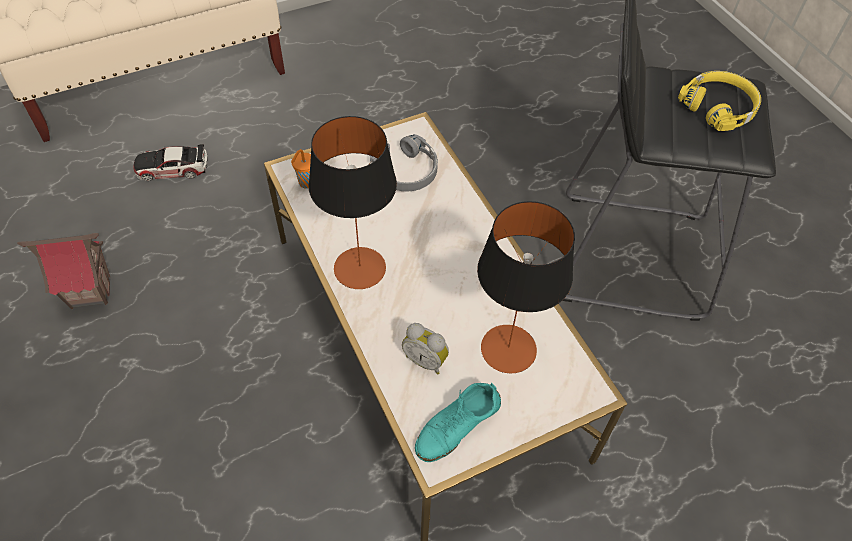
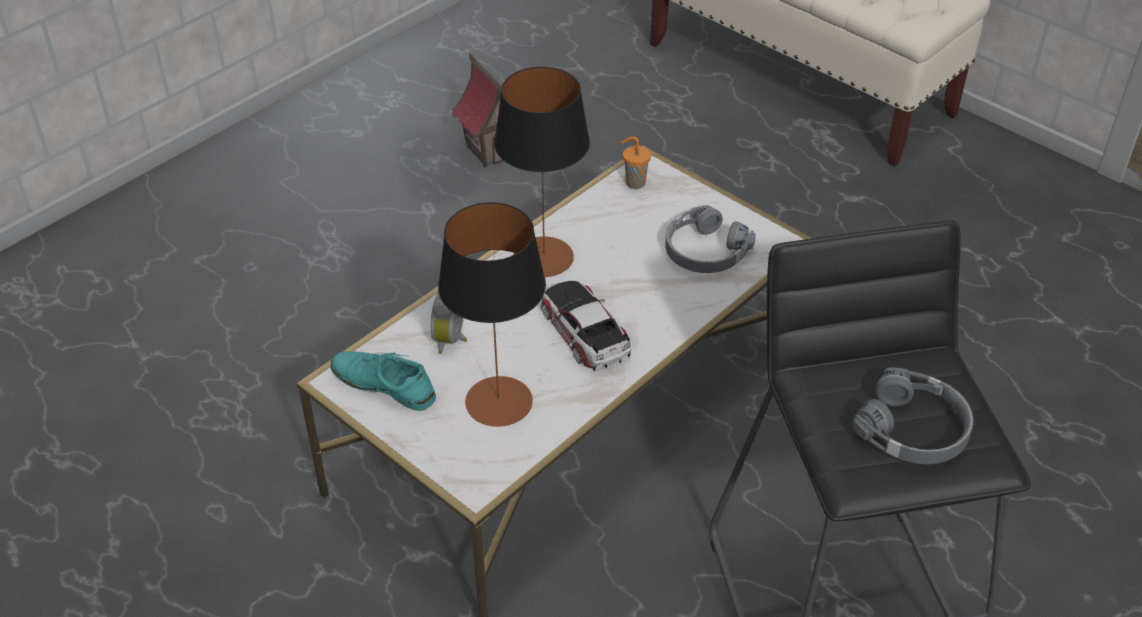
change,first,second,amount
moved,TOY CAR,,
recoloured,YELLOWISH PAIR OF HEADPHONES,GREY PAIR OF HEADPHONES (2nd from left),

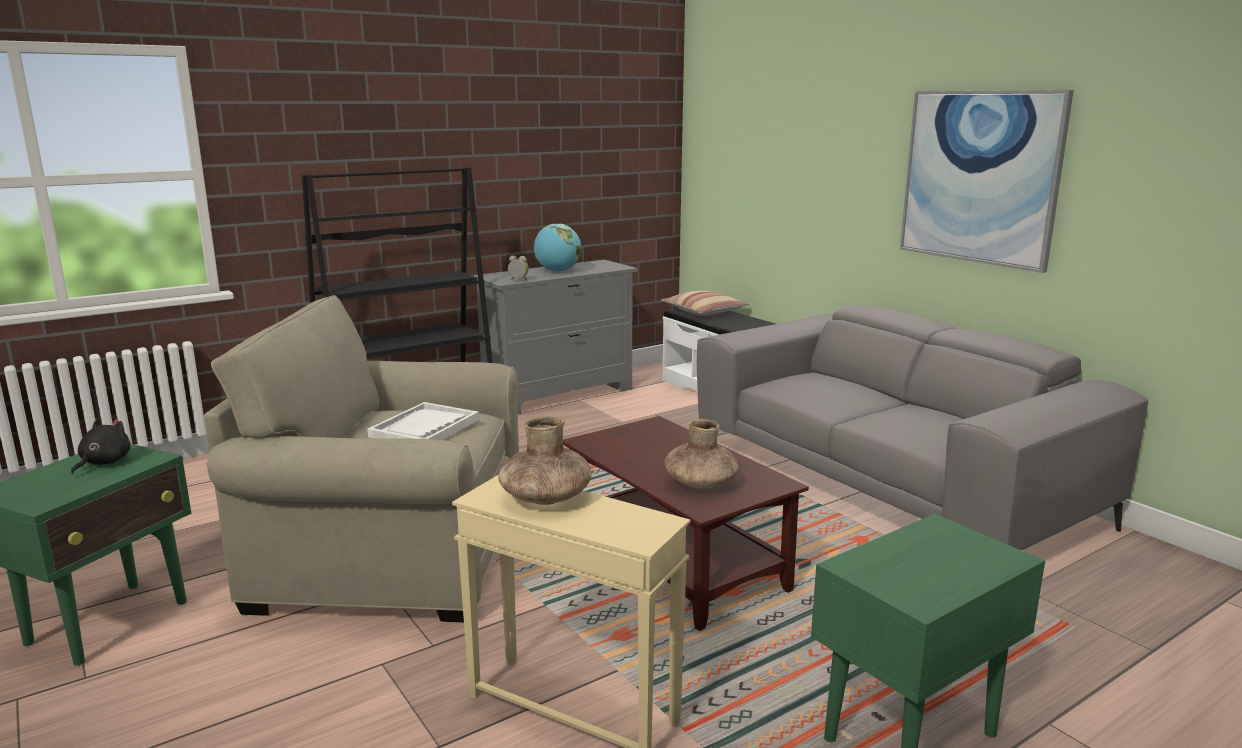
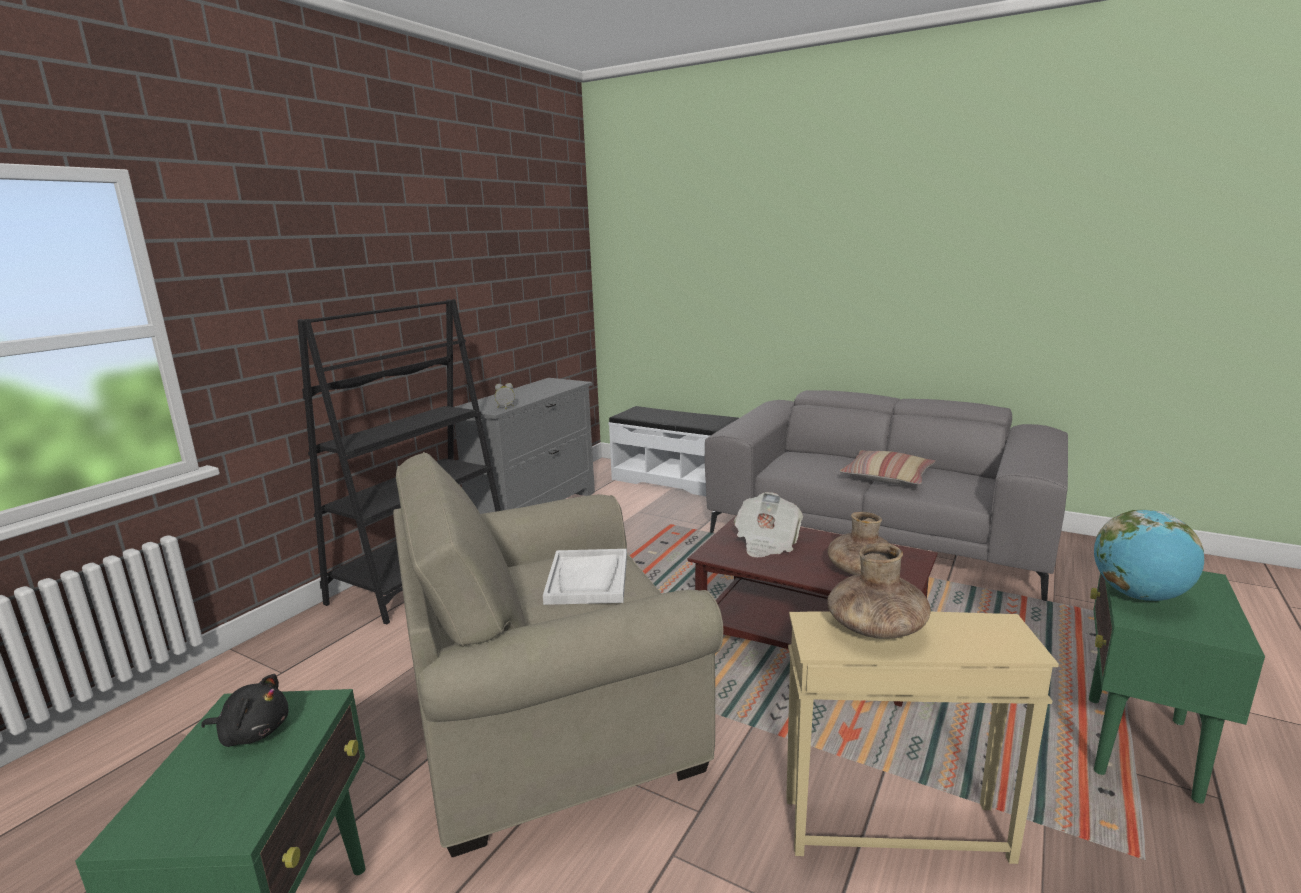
change,first,second,amount
turned,BLACK CUDDLY TOY,,105 degrees clockwise
added,,DAILY PAPER,
moved,THROW PILLOW,,
moved,GLOBE,,
removed,WALL PICTURE,,

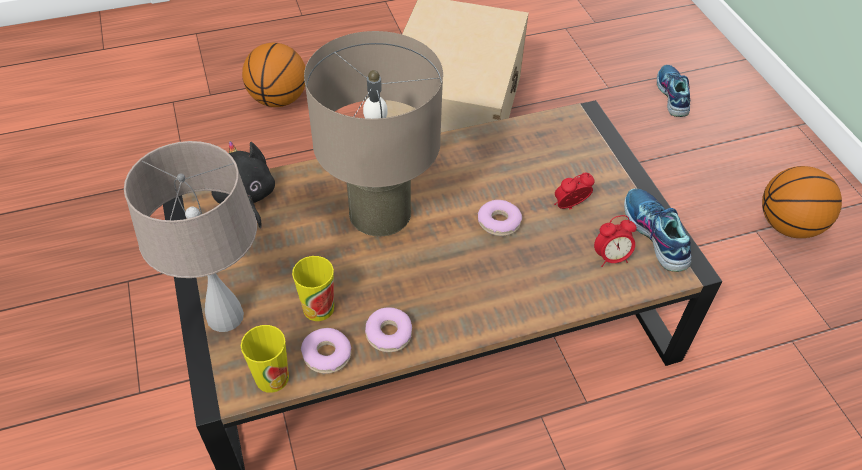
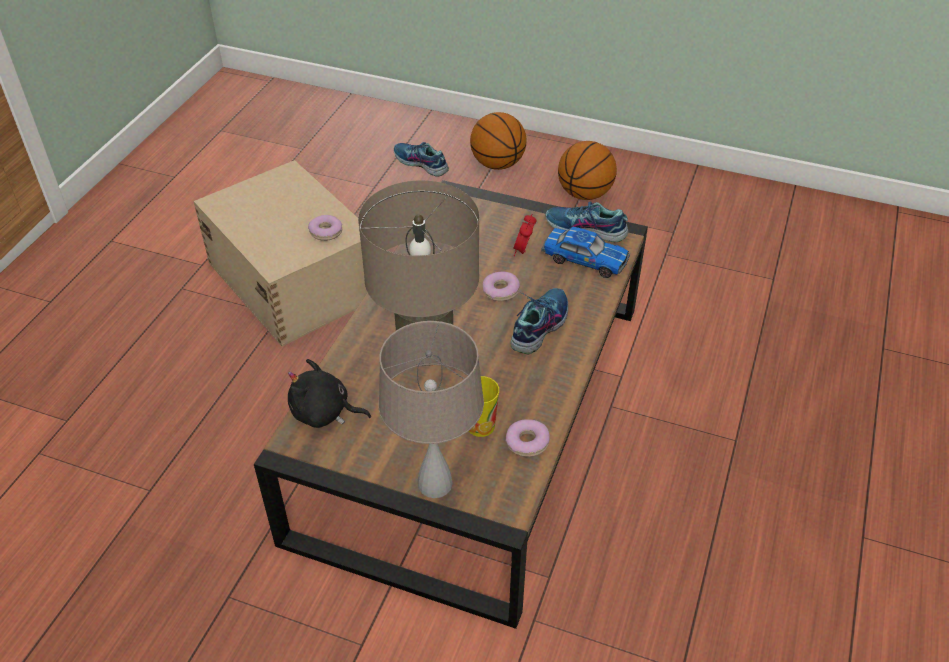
change,first,second,amount
moved,DONUT (2nd from left in the first image),DONUT (1st from left),
moved,BASKETBALL BALL (1st from left),,
added,,SHOE (2nd from left),
replaced,ALARM CLOCK (2nd from left),TOY CAR,
removed,DRINKING CUP (1st from left),,

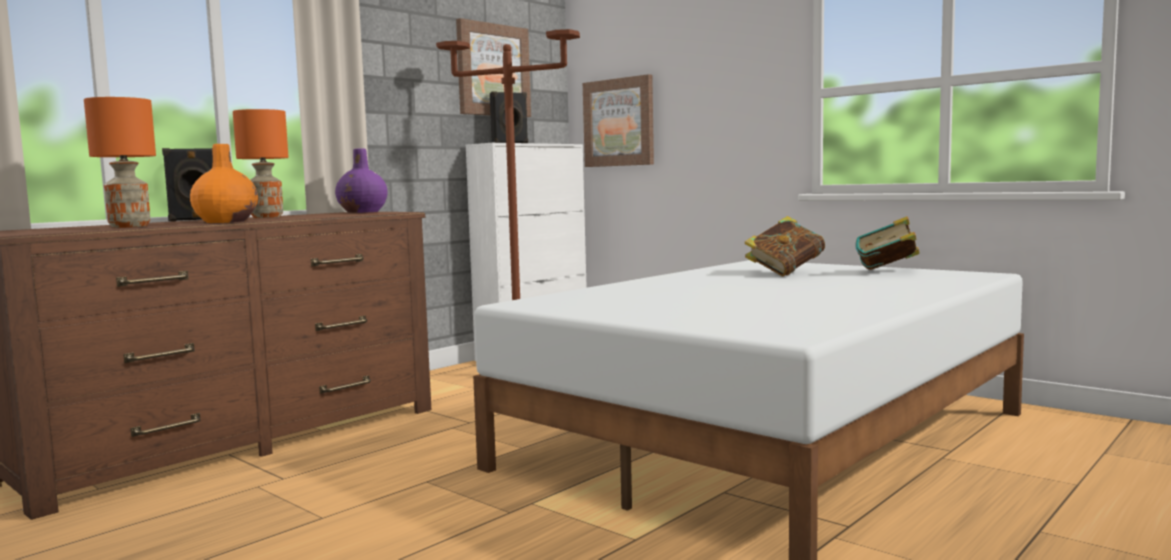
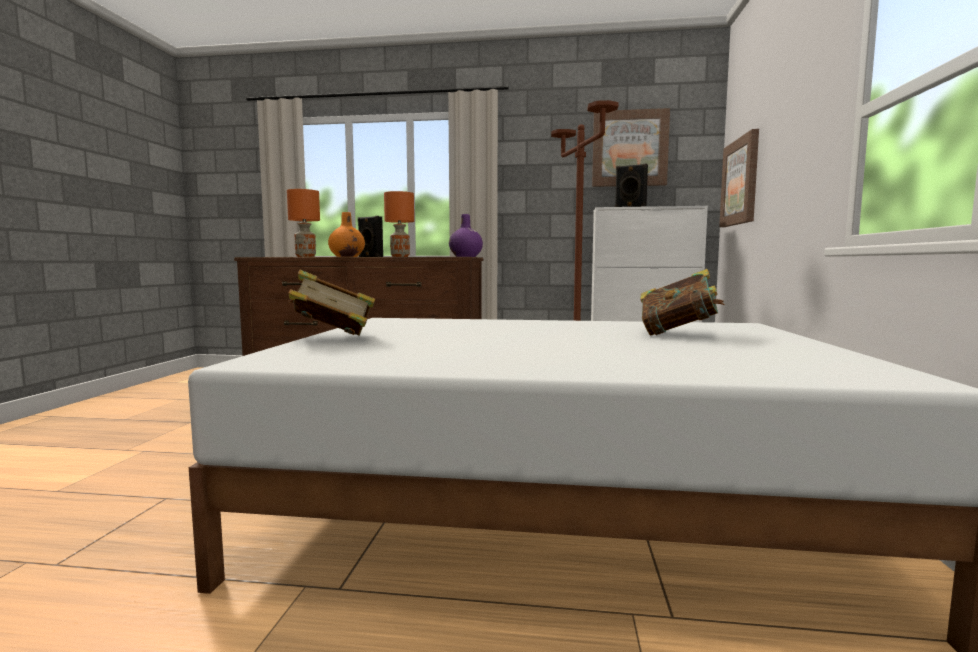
change,first,second,amount
moved,BOUND BOOK (2nd from left in the first image),BOUND BOOK (1st from left),

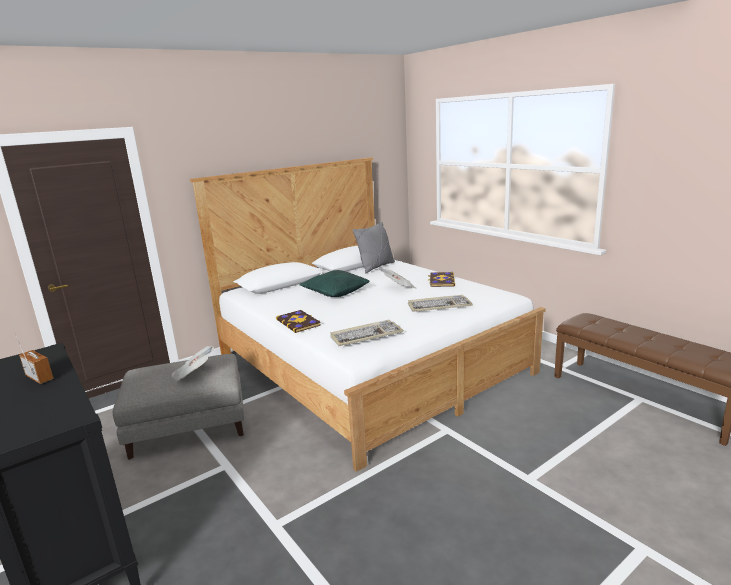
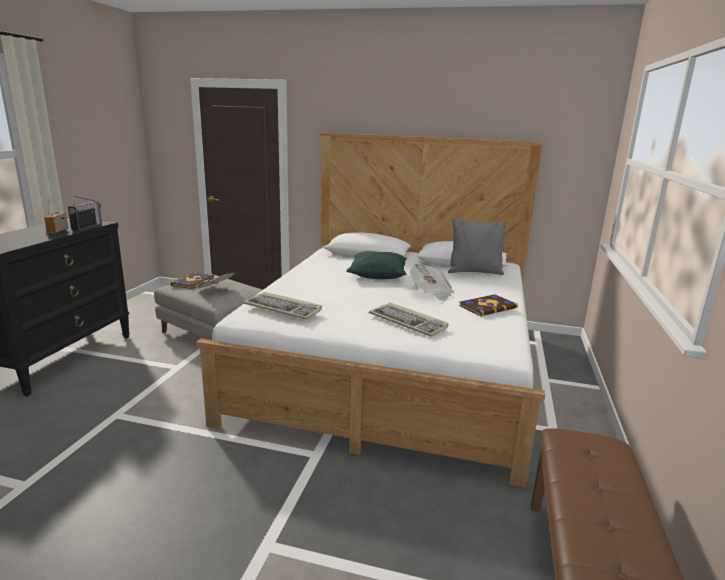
change,first,second,amount
added,,RADIO RECEIVER (2nd from left),
moved,BOUND BOOK (1st from left),,

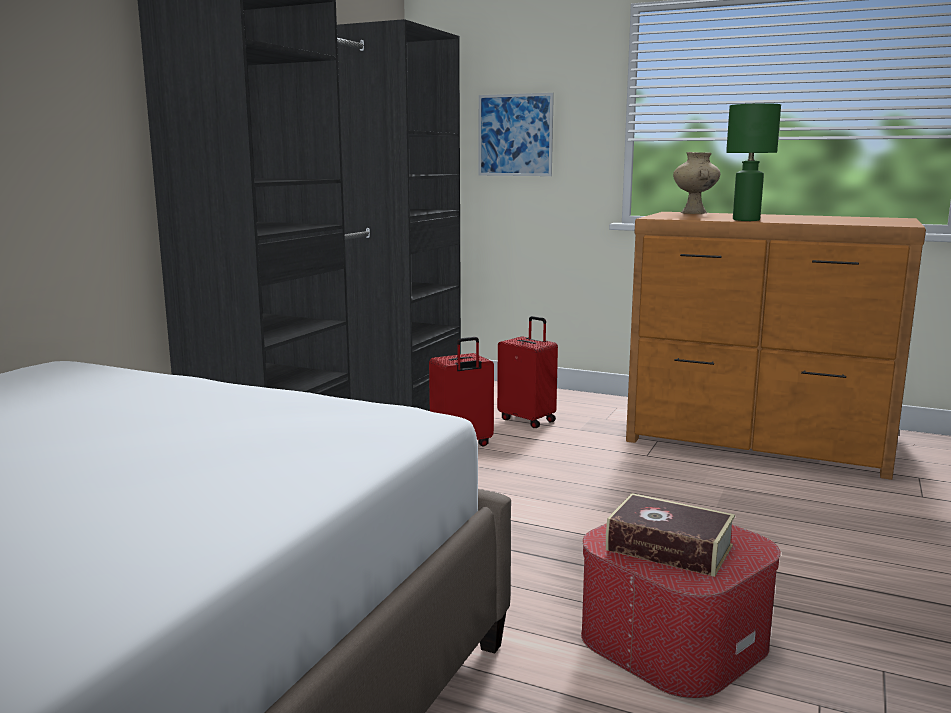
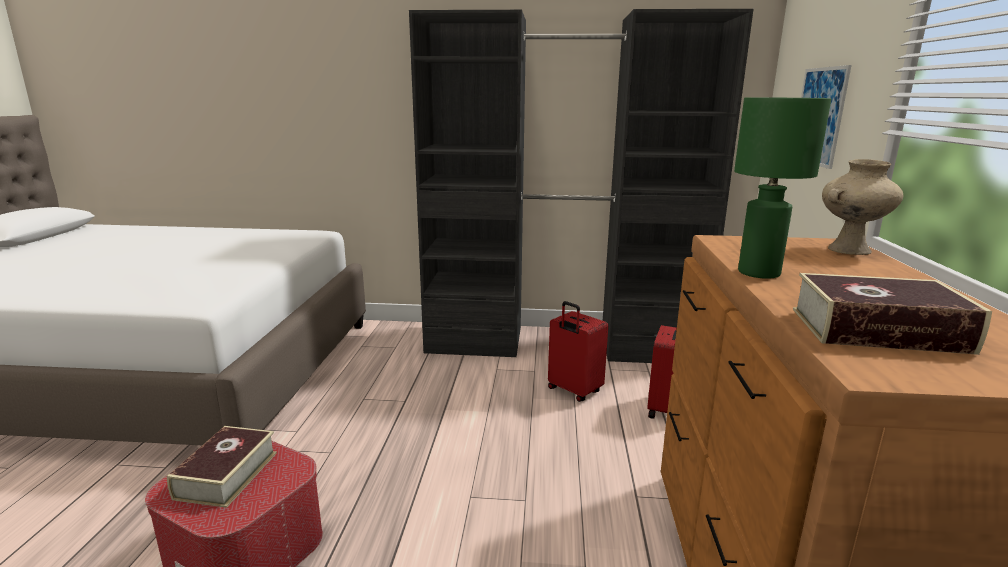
change,first,second,amount
added,,BOUND BOOK (2nd from left),

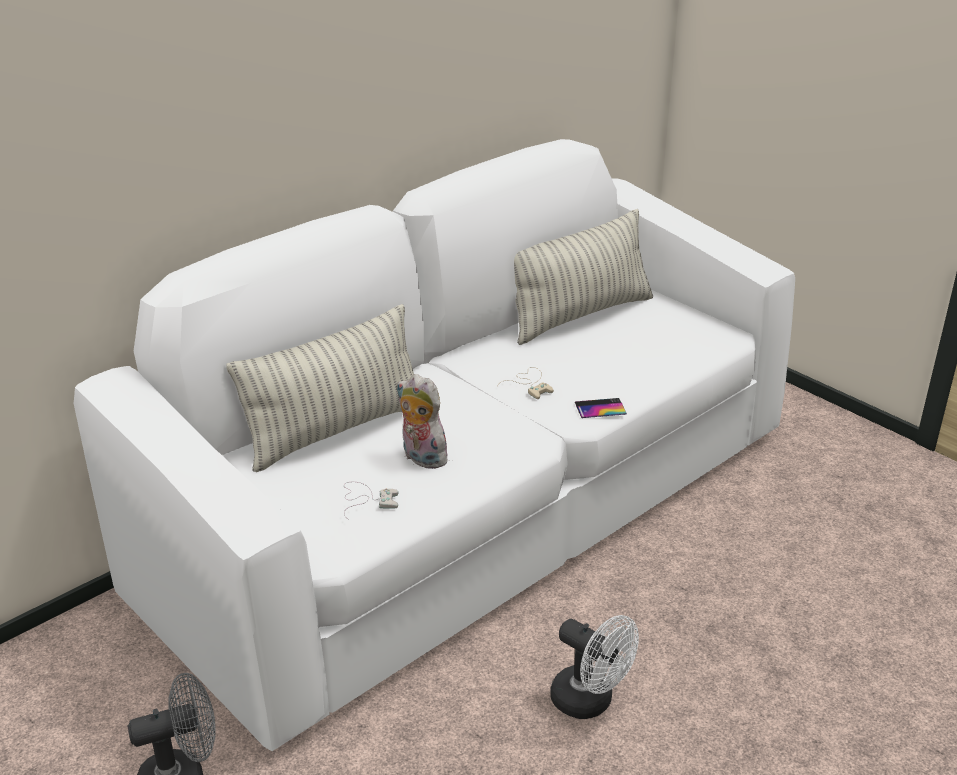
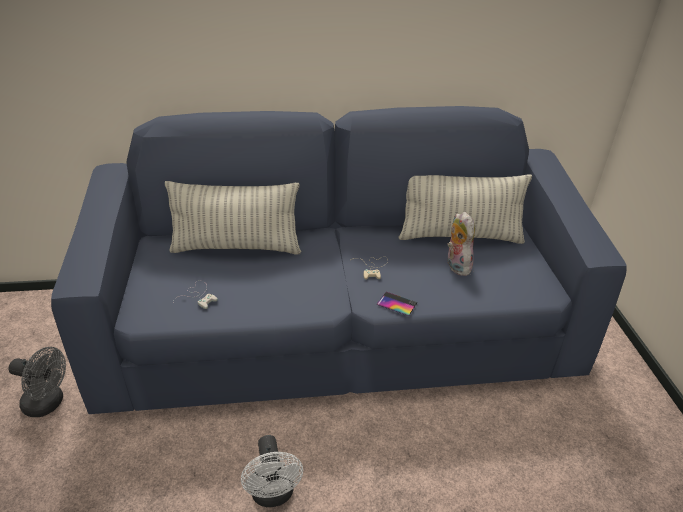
change,first,second,amount
recoloured,WHITE SETTEE,BLUE SETTEE,
moved,CUDDLY TOY,,

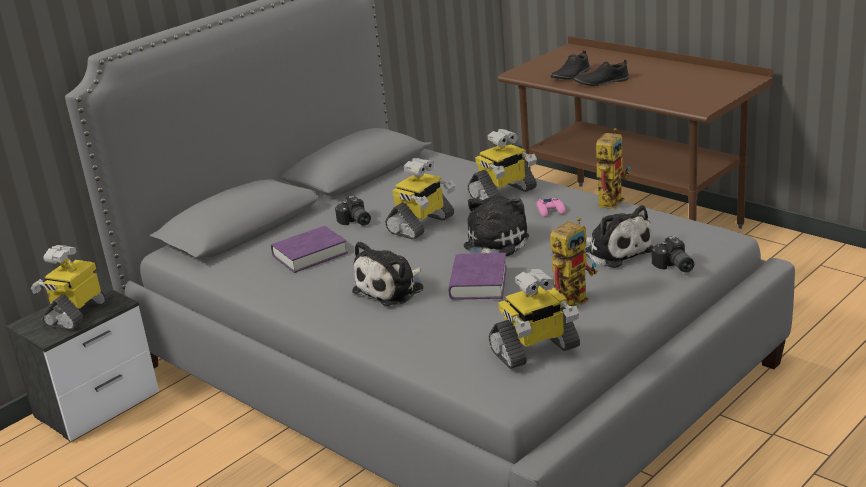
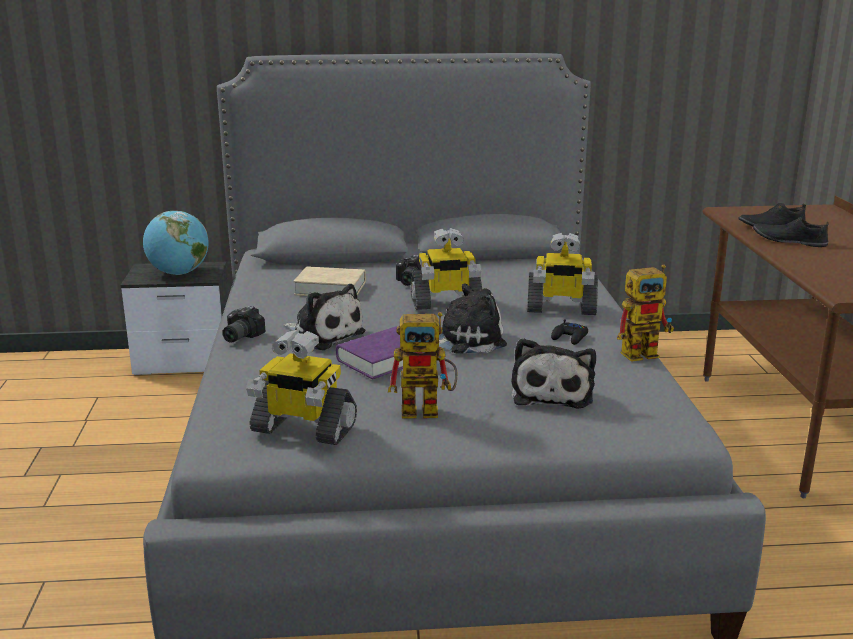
change,first,second,amount
replaced,ROBOT FIGURE (1st from left),GLOBE,
moved,PHOTO CAMERA (2nd from left in the first image),PHOTO CAMERA (1st from left),
turned,CUDDLY TOY (1st from left),,135 degrees counterclockwise
recoloured,PURPLISH BOUND BOOK (1st from left),SAND-COLOURED BOUND BOOK,
recoloured,PINK-COLOURED JOYPAD,BLACK JOYPAD,

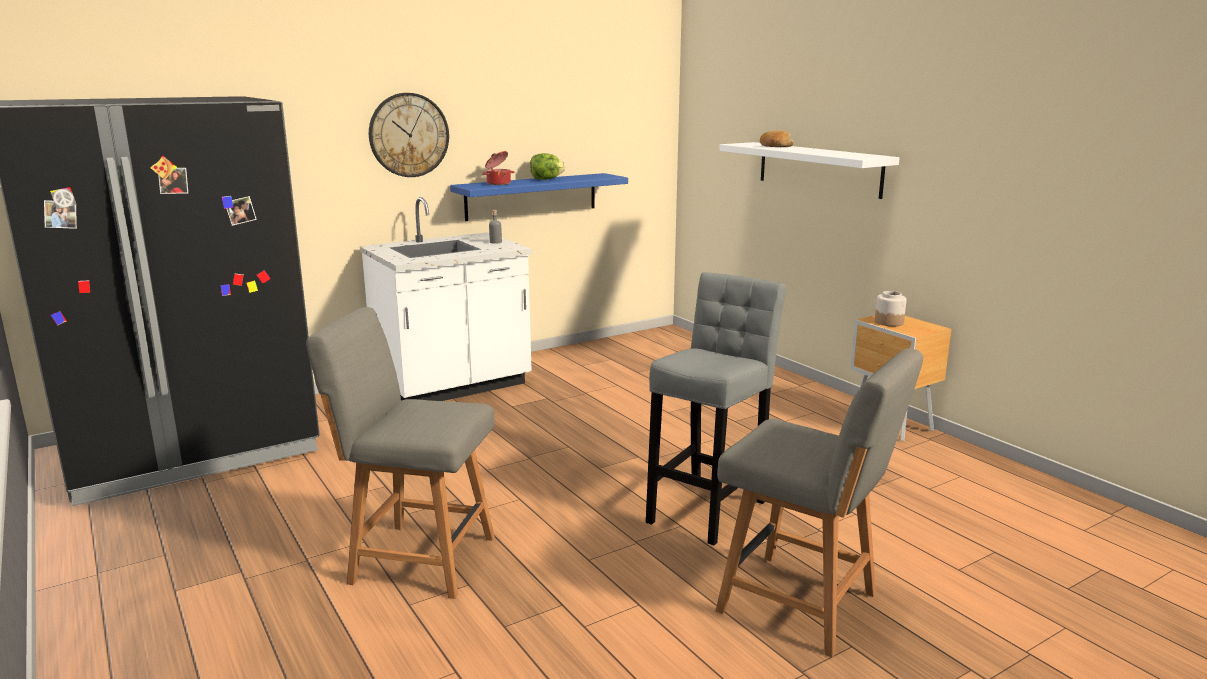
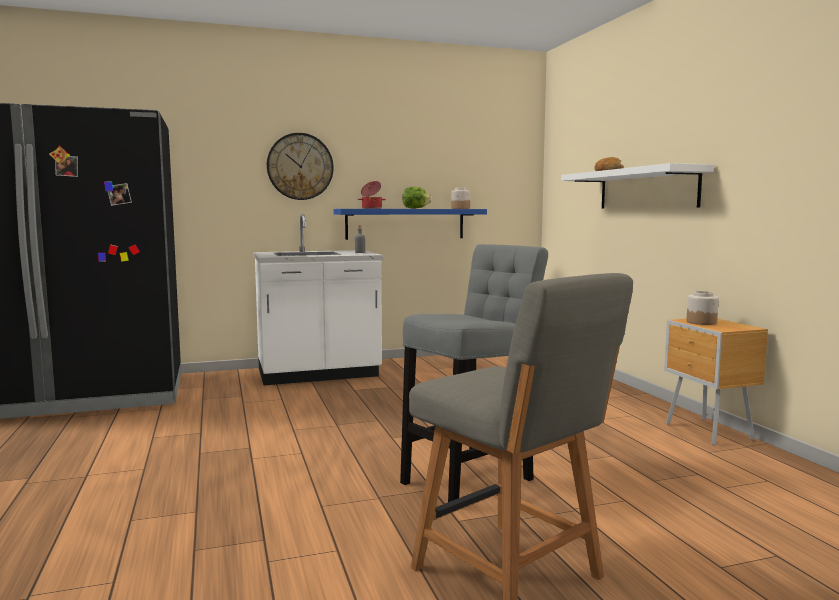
change,first,second,amount
added,,STORAGE JAR (1st from left),
removed,GREY PLAIN CHAIR (1st from left),,

